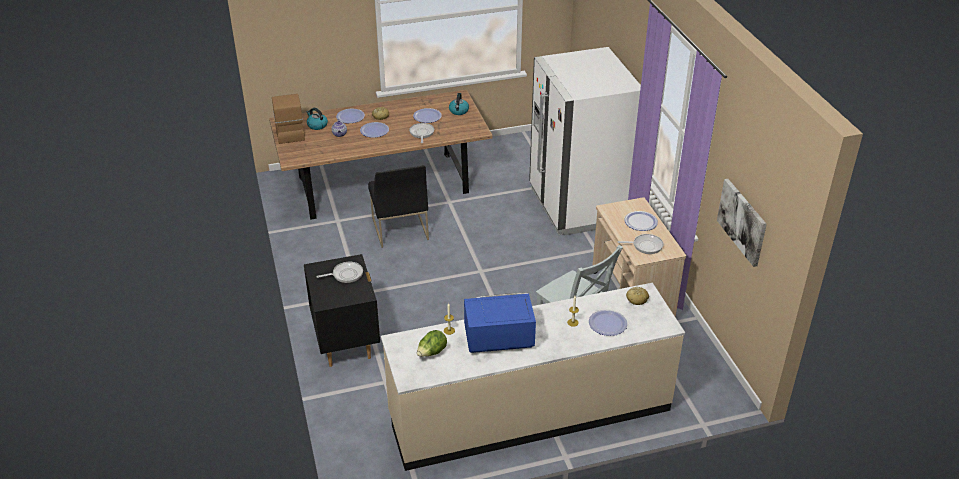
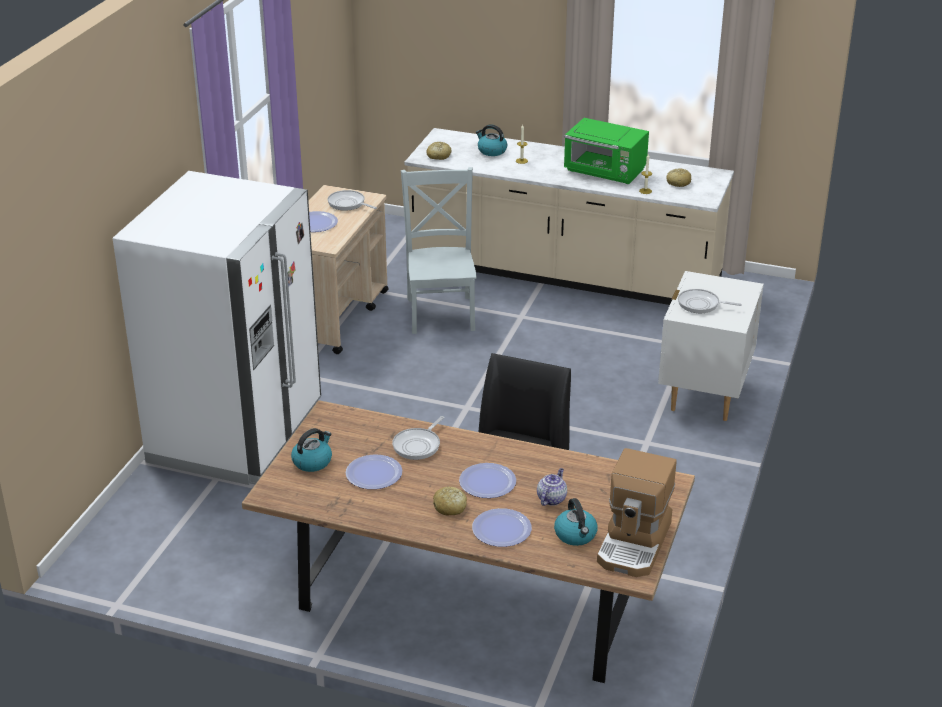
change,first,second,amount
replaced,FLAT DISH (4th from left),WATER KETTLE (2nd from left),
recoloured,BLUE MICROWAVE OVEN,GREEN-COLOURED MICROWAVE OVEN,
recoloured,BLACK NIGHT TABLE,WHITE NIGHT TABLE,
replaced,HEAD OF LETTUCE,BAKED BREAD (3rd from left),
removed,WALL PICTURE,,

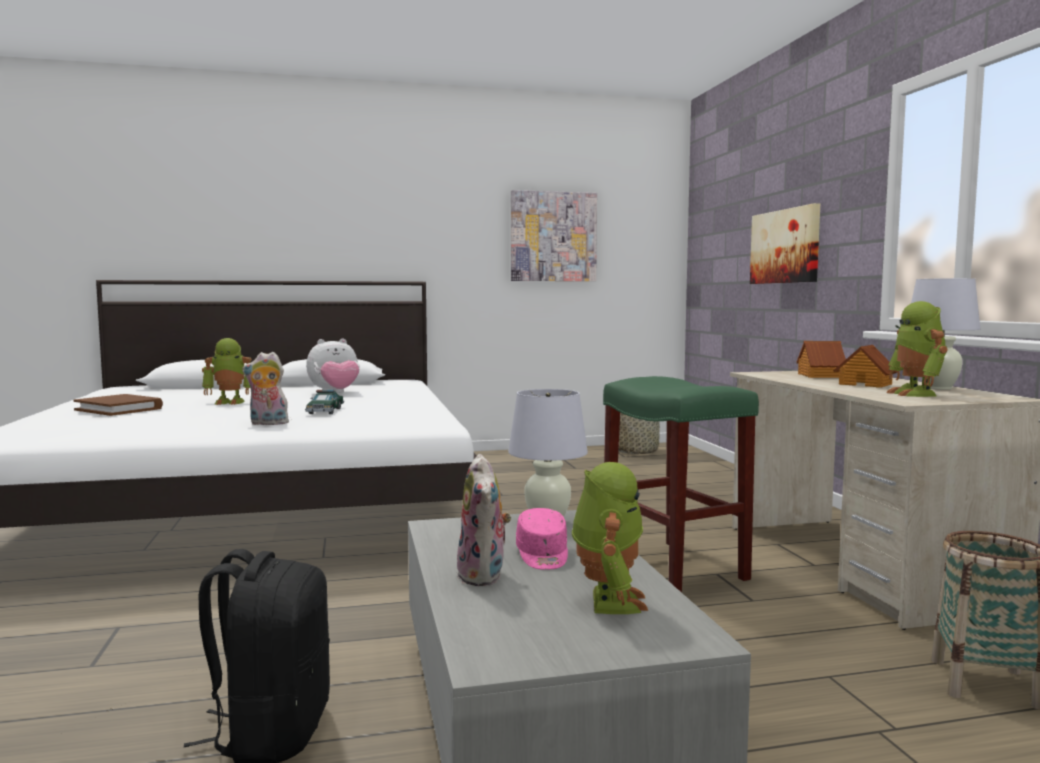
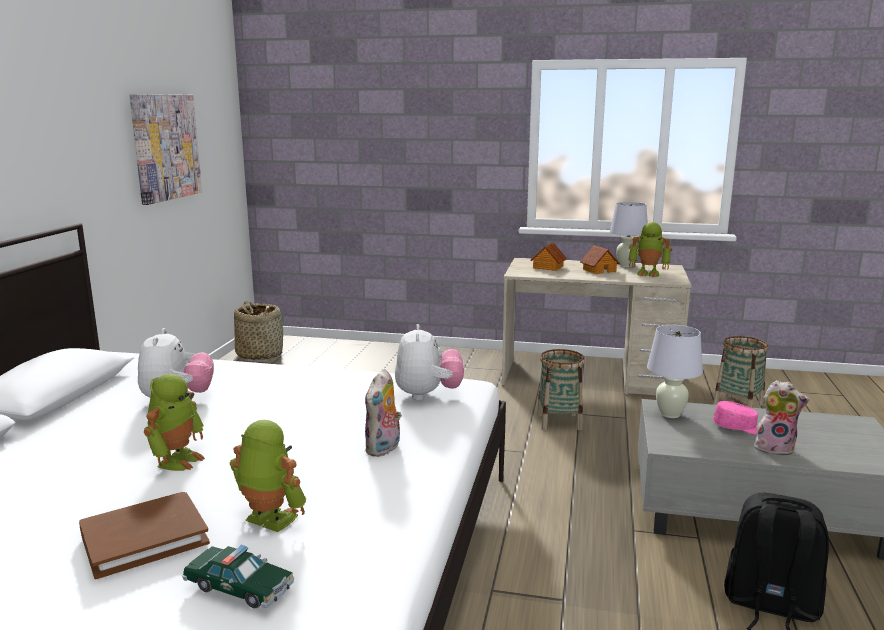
change,first,second,amount
moved,TOY CAR,,
moved,ROBOT FIGURE (2nd from left),,
added,,CUDDLY TOY (3rd from left),
replaced,GREEN-COLOURED STOOL,BASKET (2nd from left),
removed,WALL PICTURE (2nd from left),,

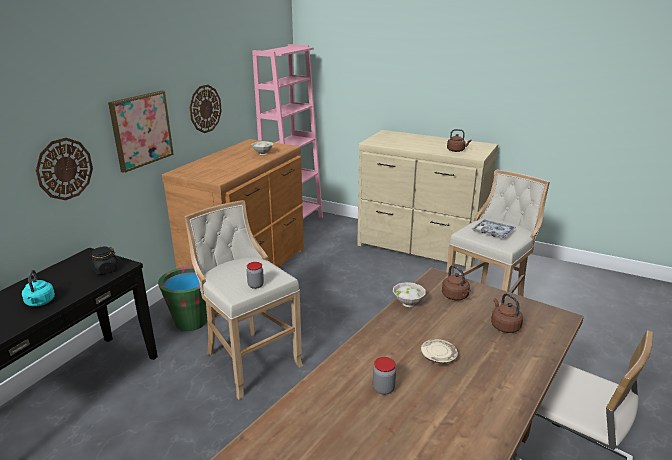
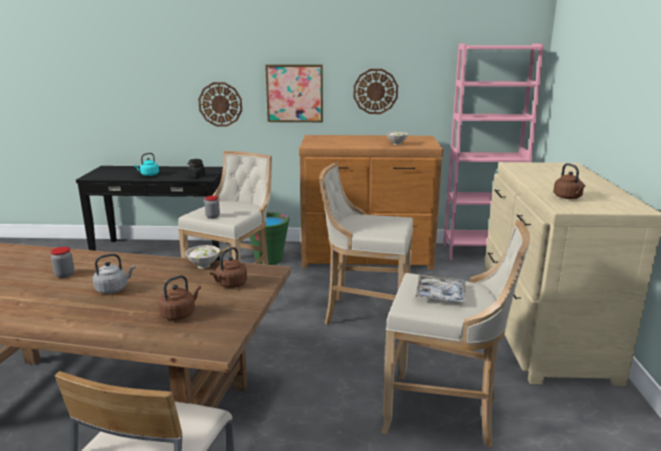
change,first,second,amount
replaced,SAND-COLOURED FLAT DISH,GREY WATER KETTLE,
added,,SAND-COLOURED STOOL (2nd from left),

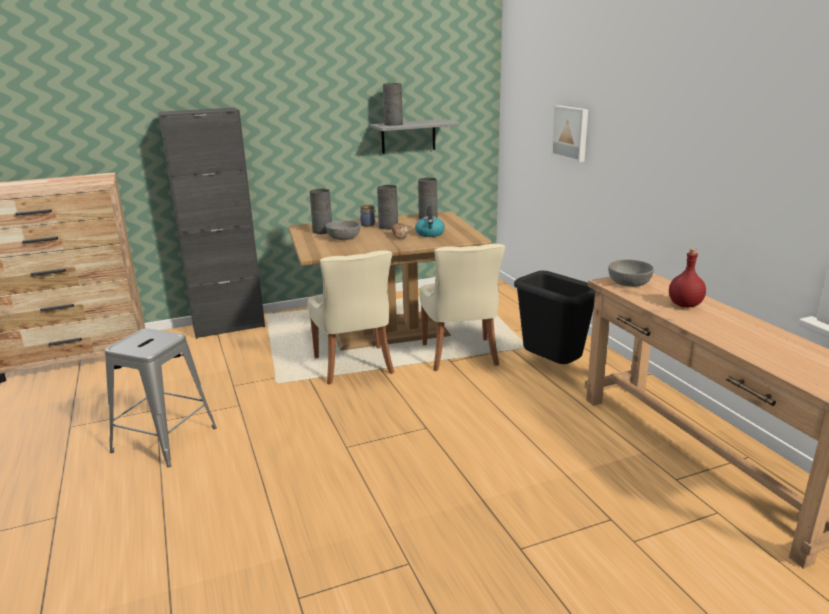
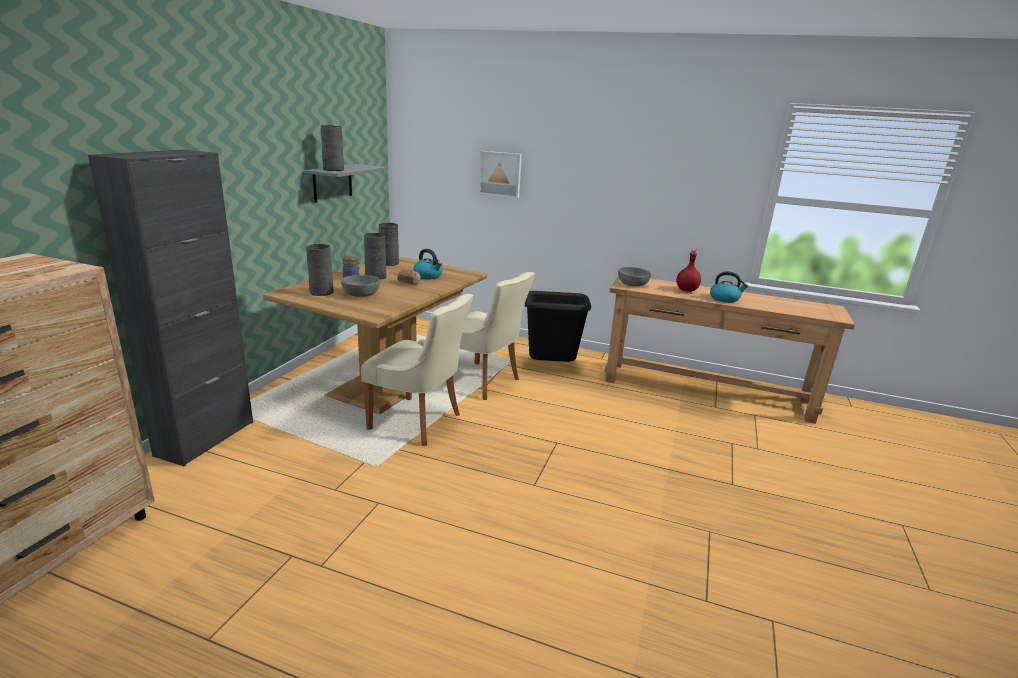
change,first,second,amount
added,,WATER KETTLE (2nd from left),
removed,GREY STOOL,,

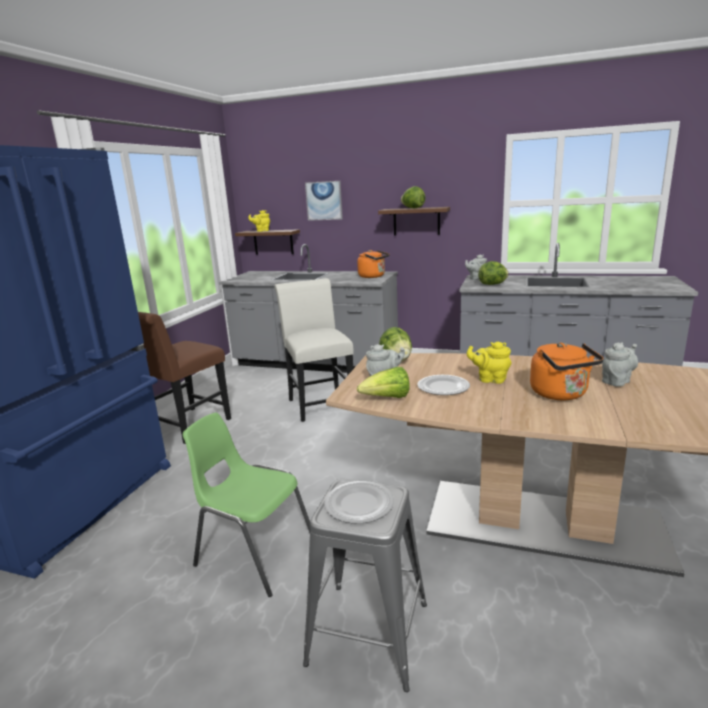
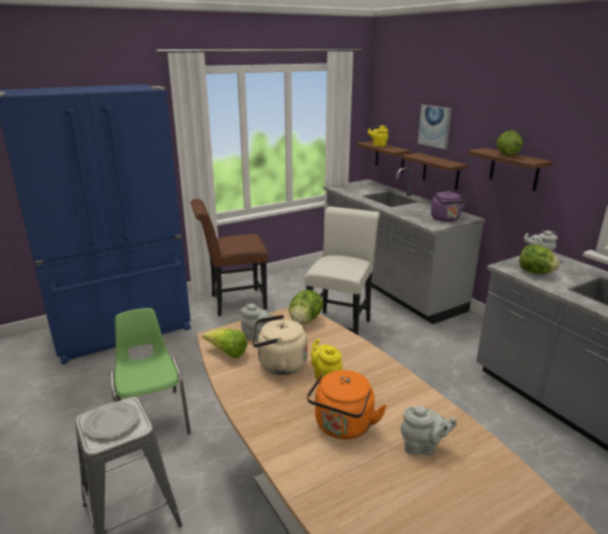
change,first,second,amount
replaced,FLAT DISH (2nd from left),SAND-COLOURED WATER KETTLE,
added,,BROWN BRACKET SHELF (2nd from left),
recoloured,ORANGE WATER KETTLE (1st from left),PURPLISH WATER KETTLE,

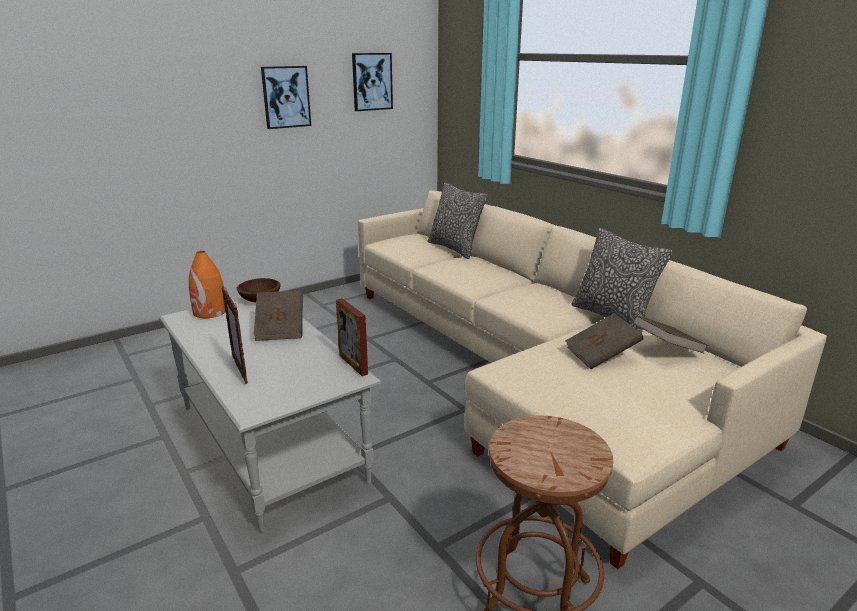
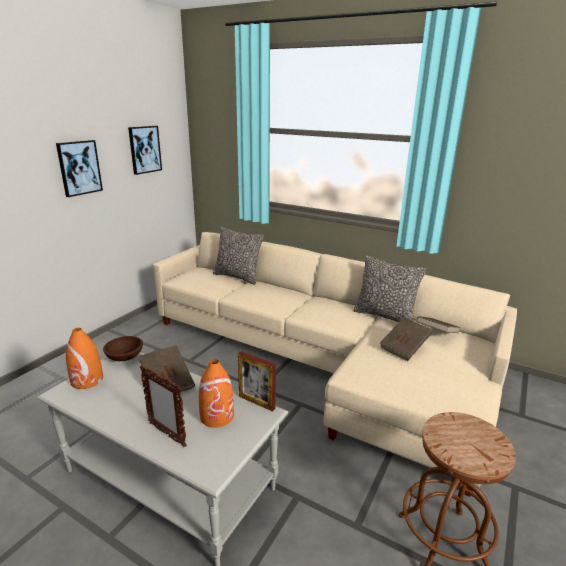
change,first,second,amount
added,,ORANGE FLOWER VASE (2nd from left),

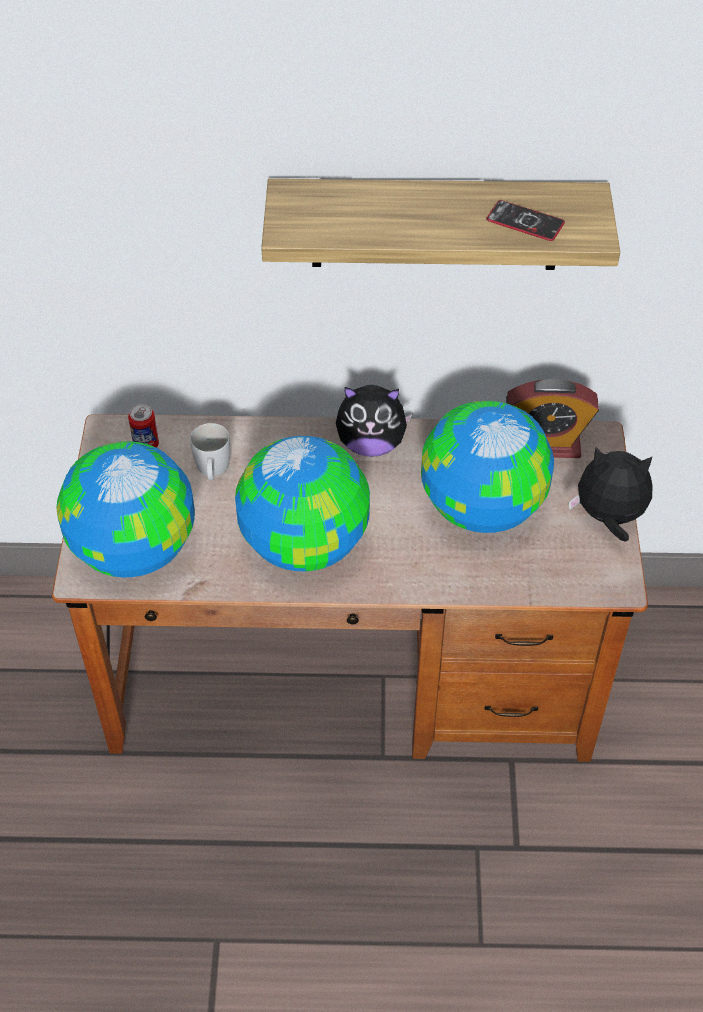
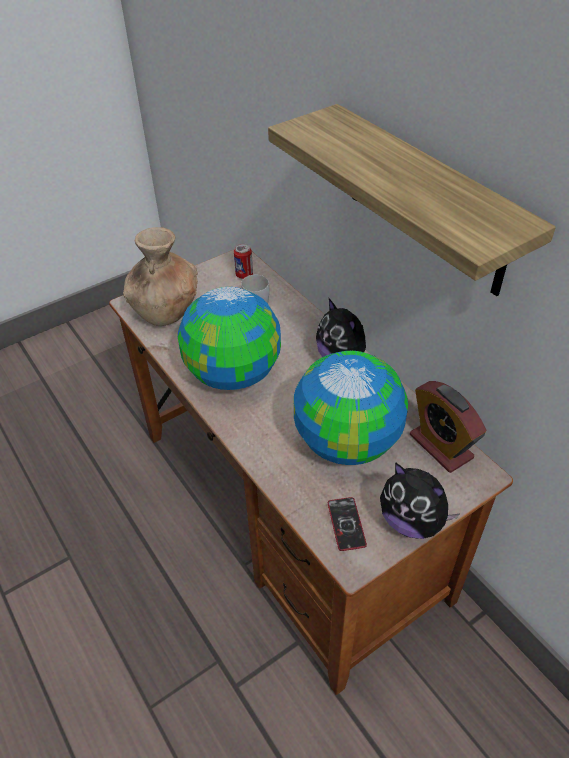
change,first,second,amount
replaced,GLOBE (1st from left),BROWN FLOWER VASE,
moved,HANDSET,,
turned,CUDDLY TOY (2nd from left),,150 degrees clockwise

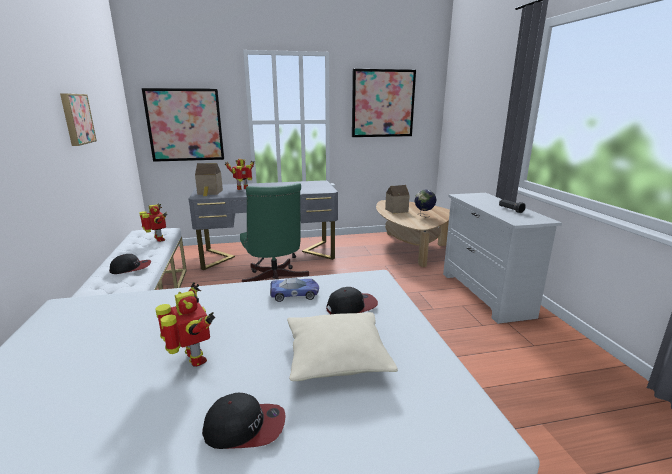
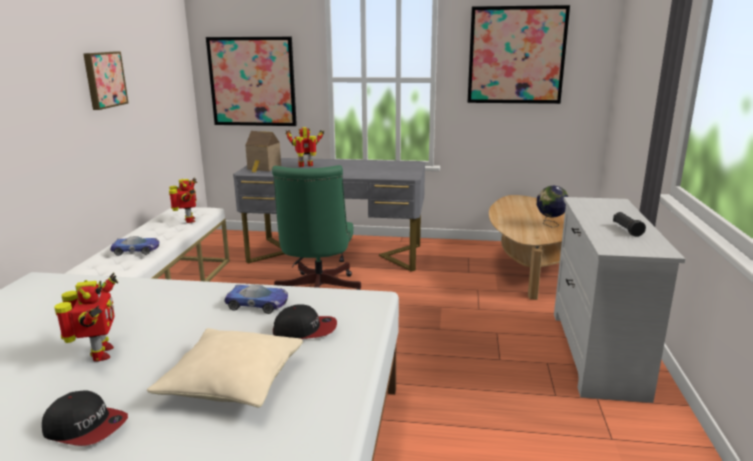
change,first,second,amount
replaced,PEAKED CAP (1st from left),TOY CAR (1st from left),
removed,MODEL HOUSE (2nd from left),,

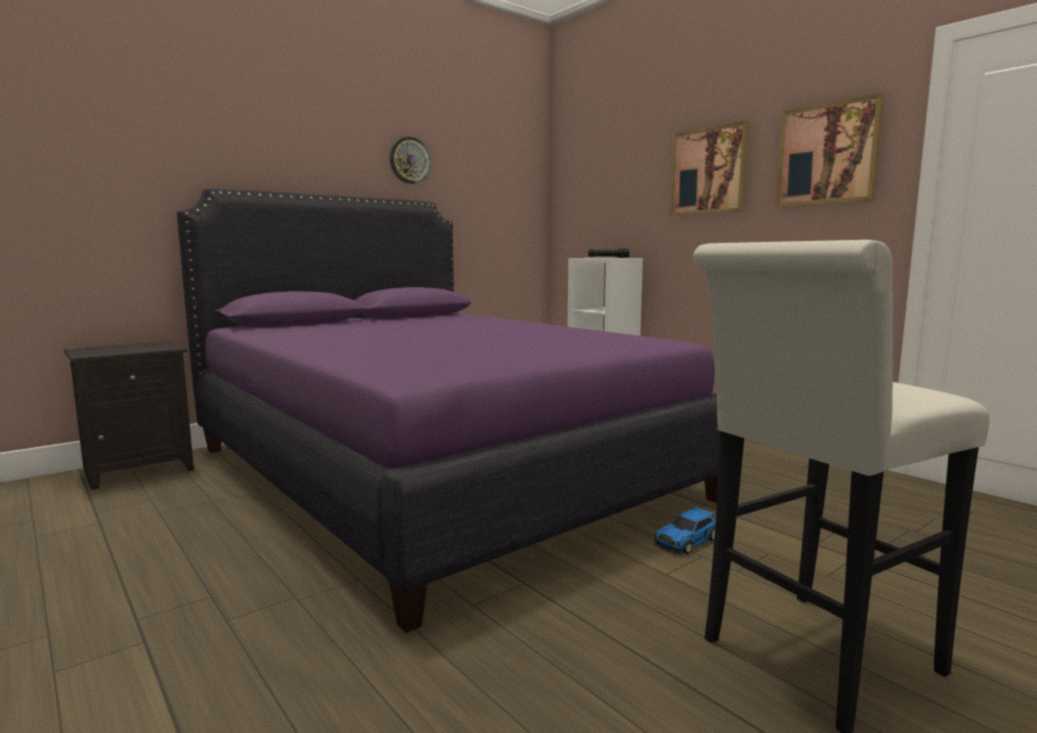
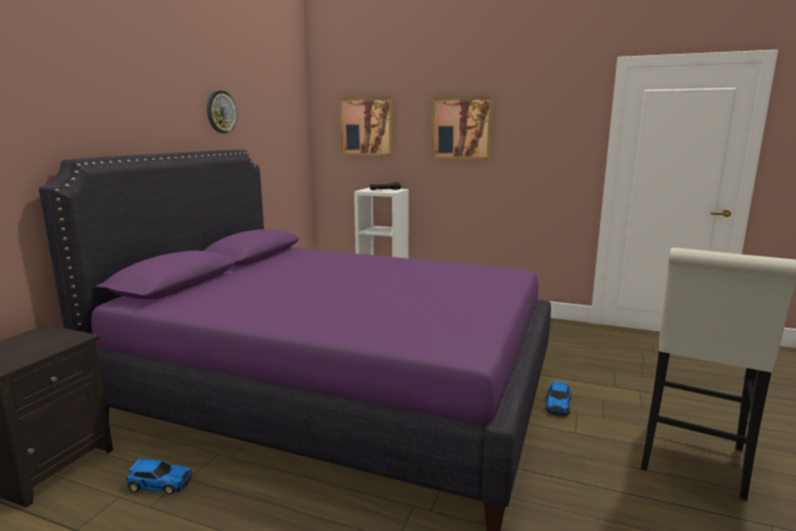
change,first,second,amount
added,,TOY CAR (1st from left),
moved,WALL PICTURE (2nd from left in the first image),WALL PICTURE (1st from left),

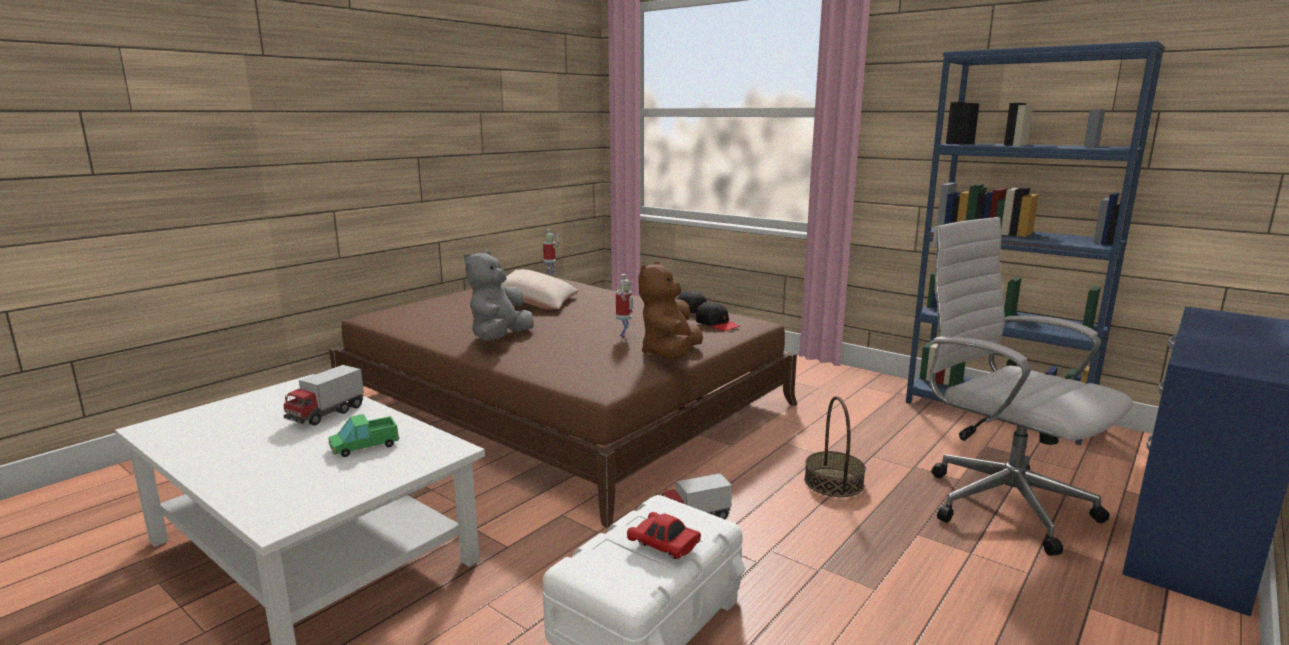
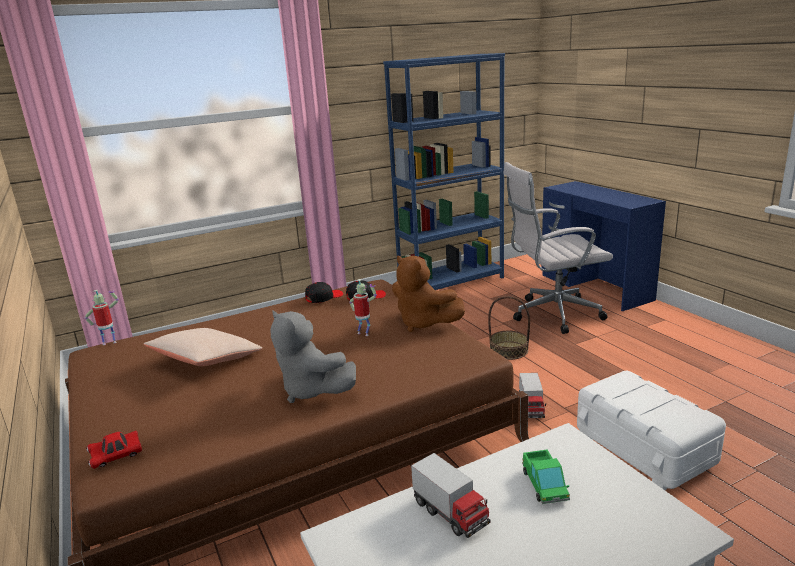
change,first,second,amount
moved,RED TOY CAR,,

